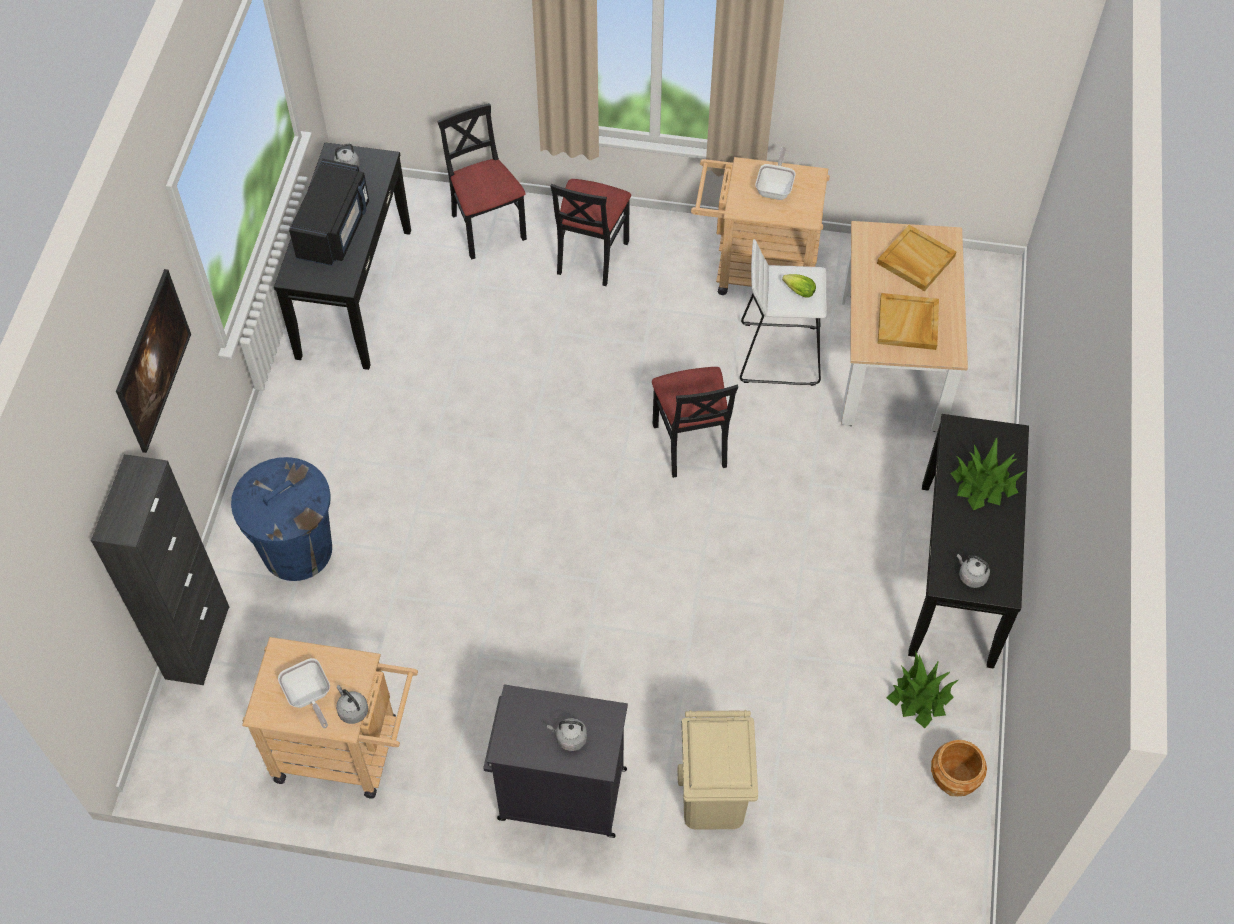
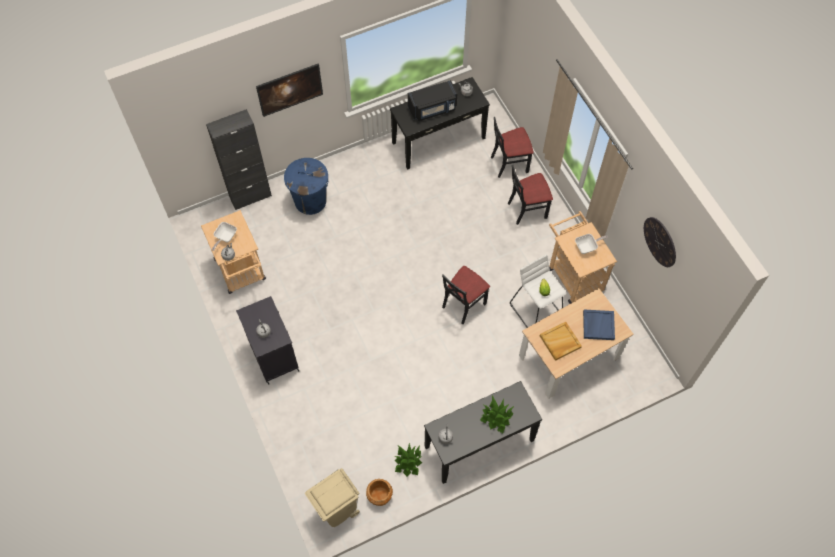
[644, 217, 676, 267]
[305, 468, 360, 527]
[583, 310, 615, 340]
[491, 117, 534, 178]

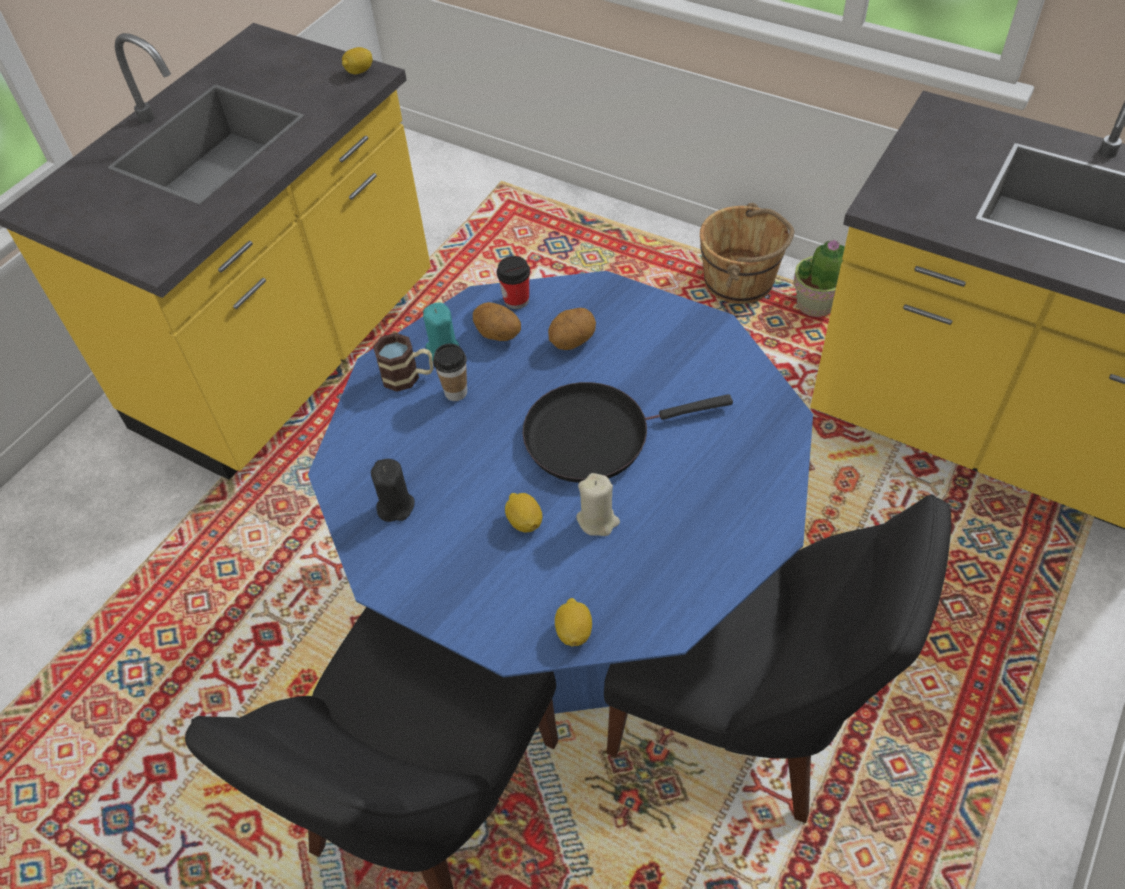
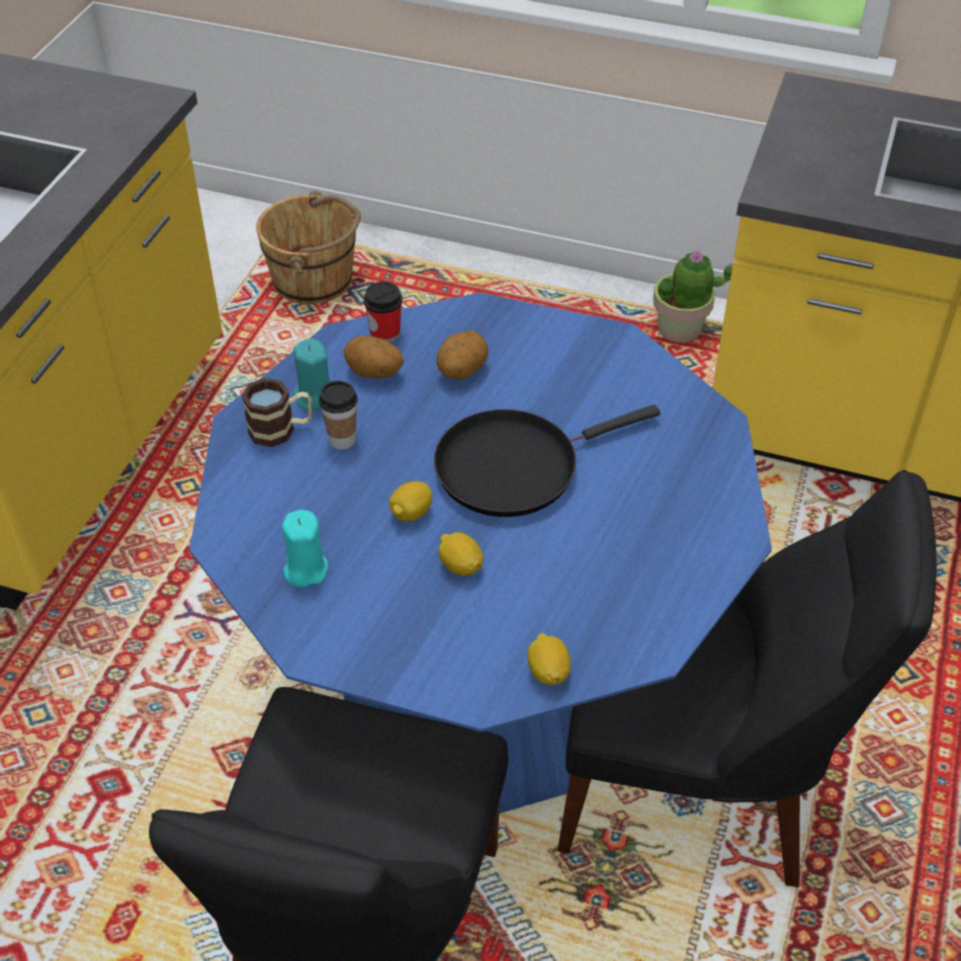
[576, 473, 620, 536] (first image)
[389, 481, 432, 522]
[256, 191, 361, 304]
[282, 510, 328, 587]

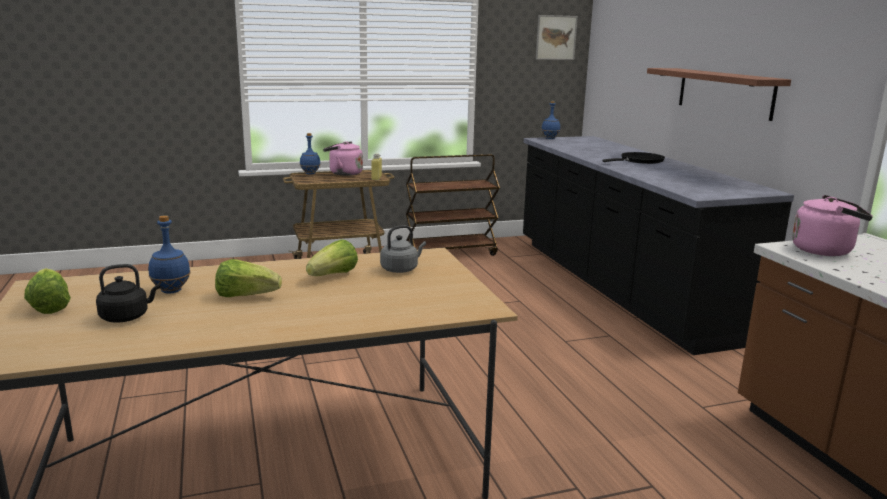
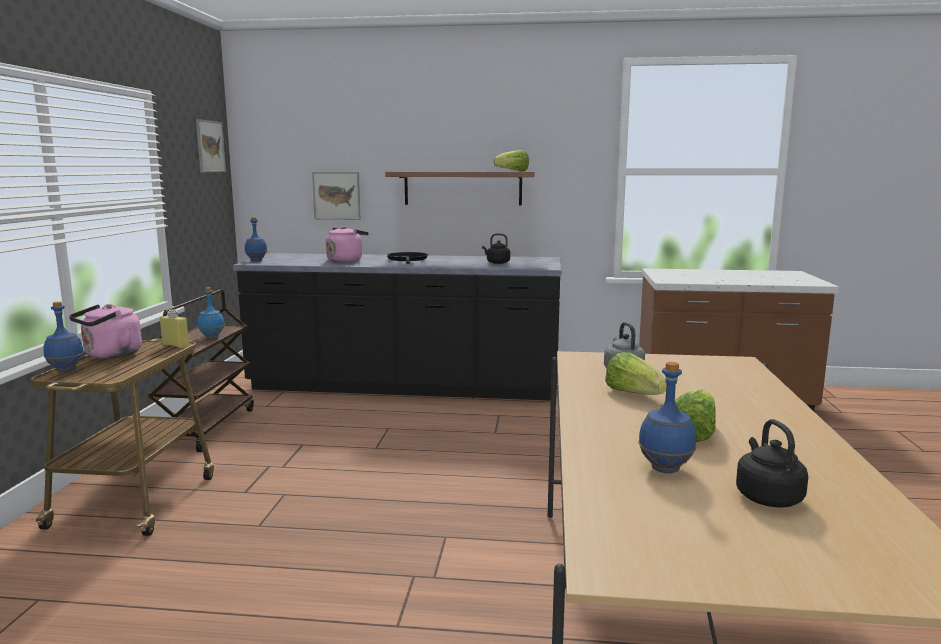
[197, 287, 225, 338]
[312, 172, 361, 220]
[482, 233, 510, 264]
[494, 150, 529, 171]
[326, 226, 369, 262]

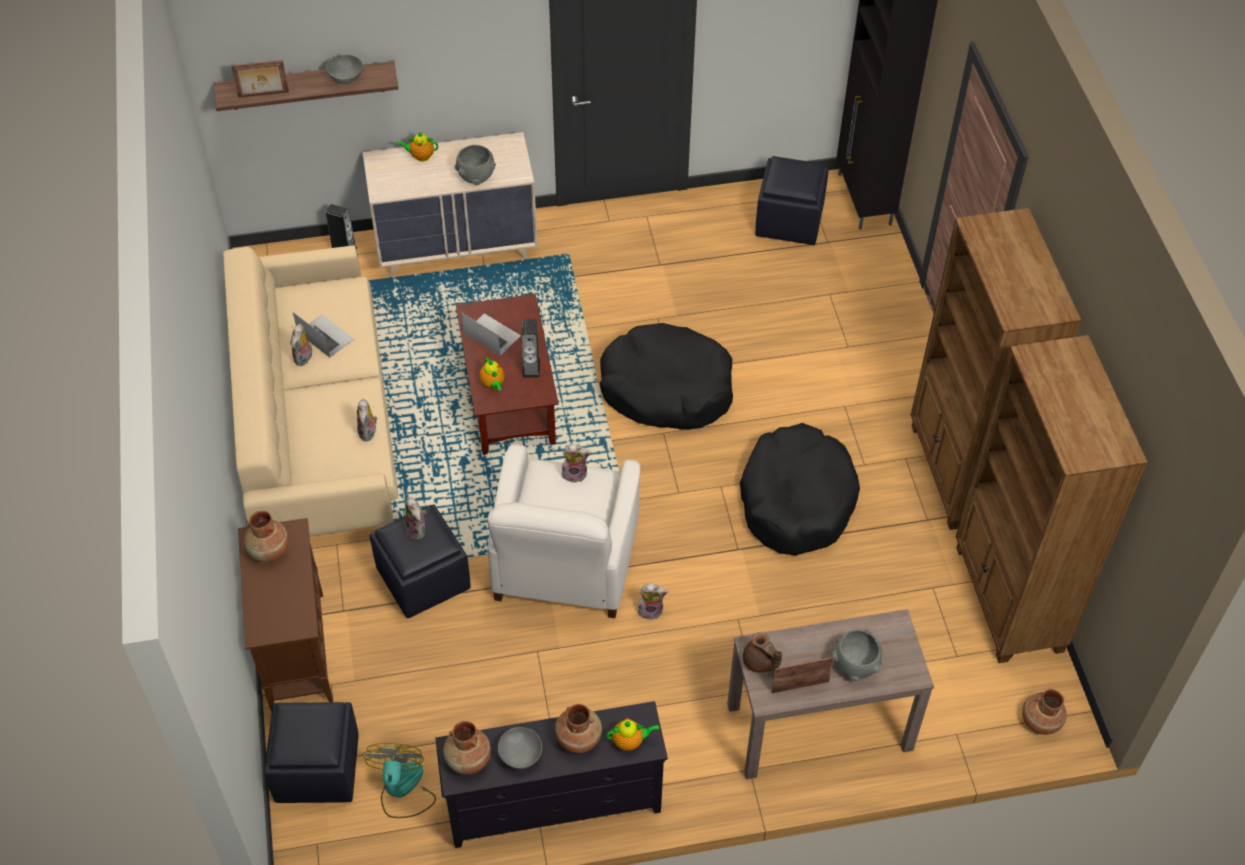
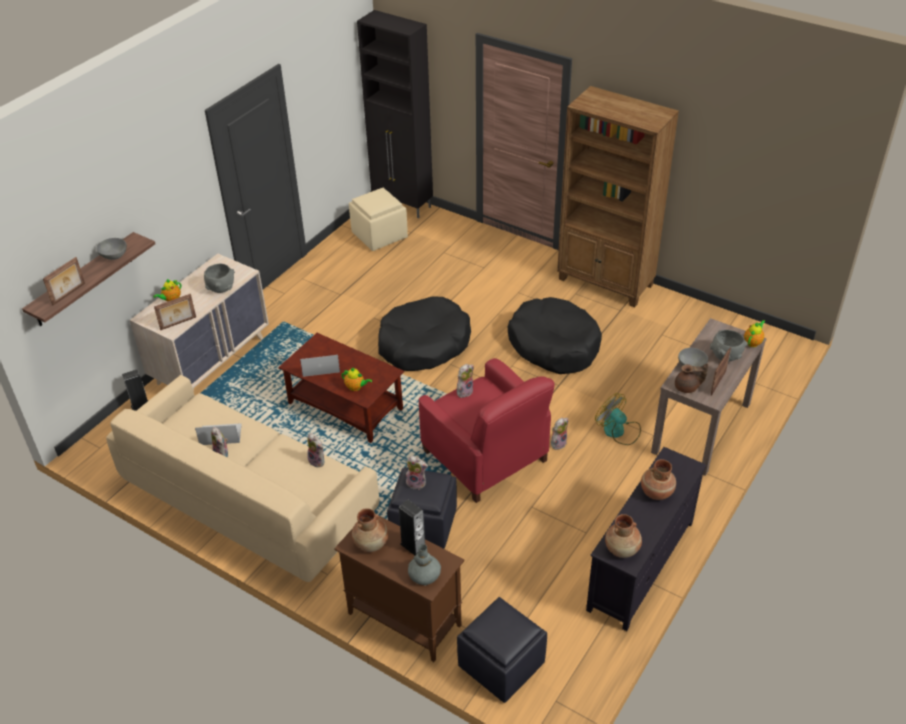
[956, 335, 1148, 663] (first image)
[1022, 689, 1067, 735] (first image)
[154, 294, 196, 330]
[408, 544, 441, 586]
[595, 393, 641, 445]
[678, 348, 708, 367]
[399, 500, 425, 555]
[744, 320, 765, 347]
[419, 358, 555, 503]
[349, 187, 408, 251]

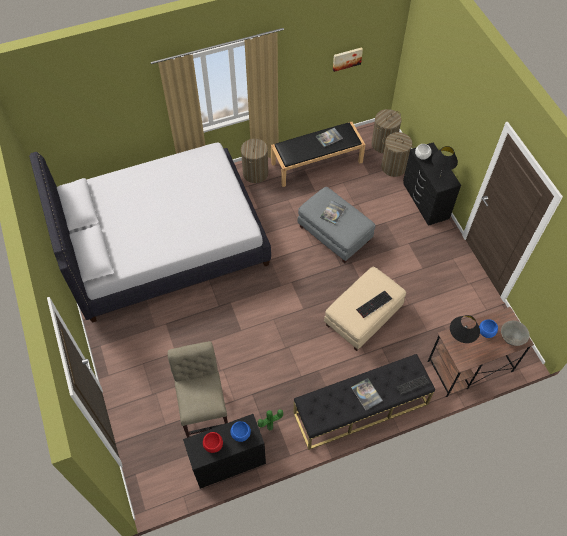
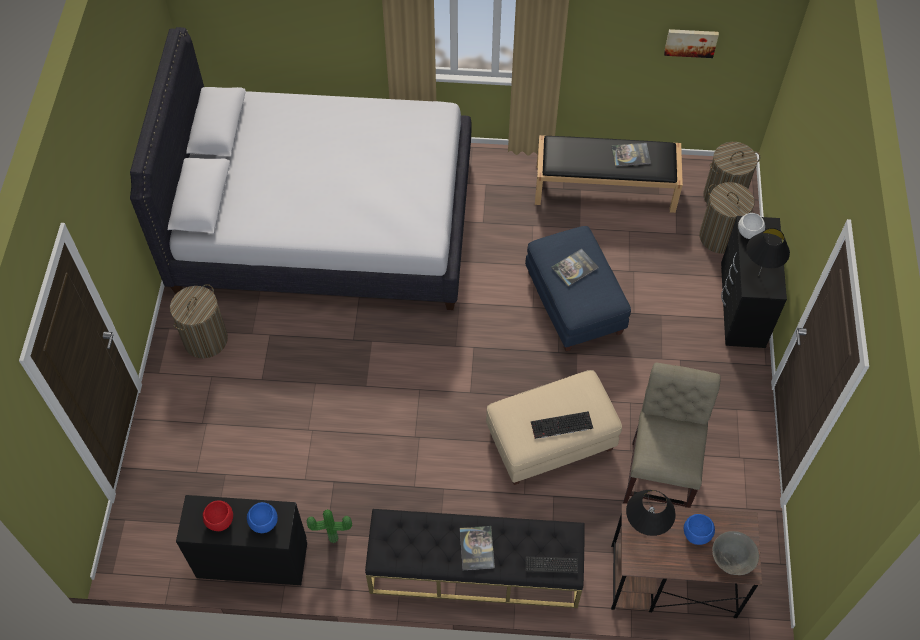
[623, 363, 720, 508]
[170, 284, 228, 358]
[525, 226, 631, 351]

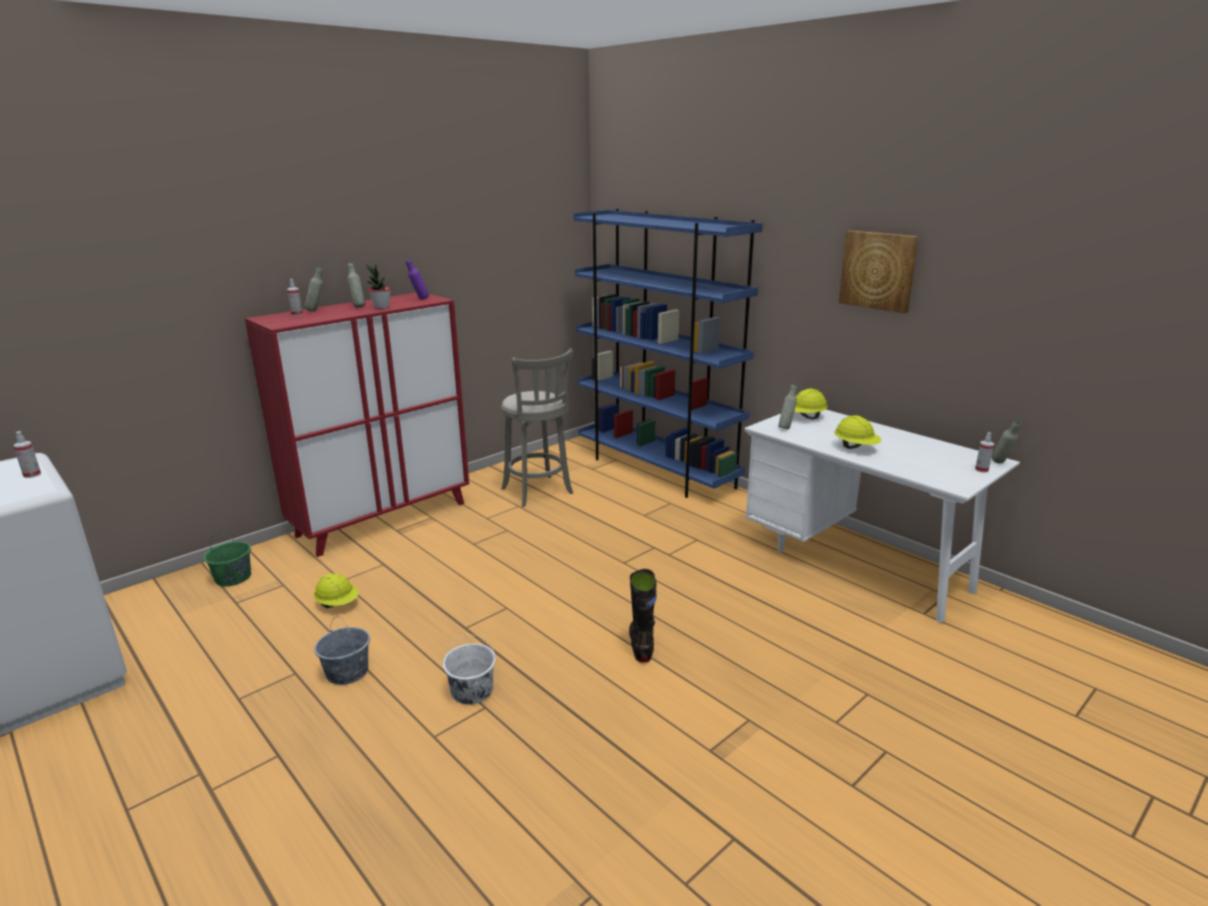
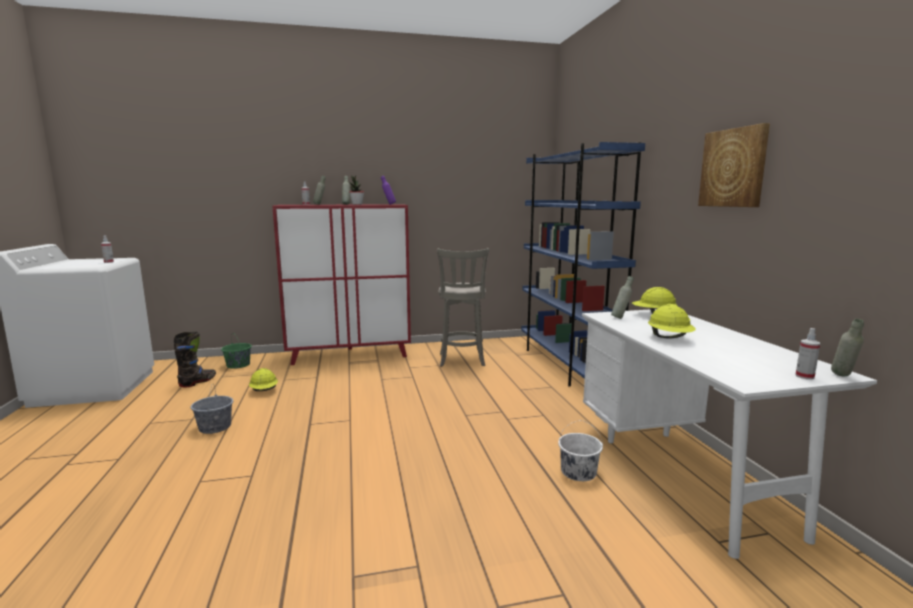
[558, 420, 603, 481]
[174, 332, 216, 388]

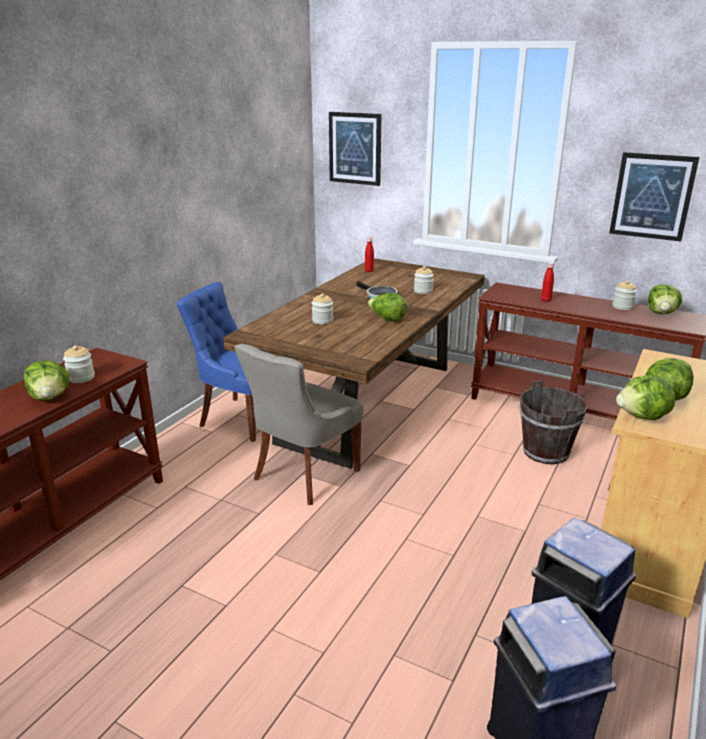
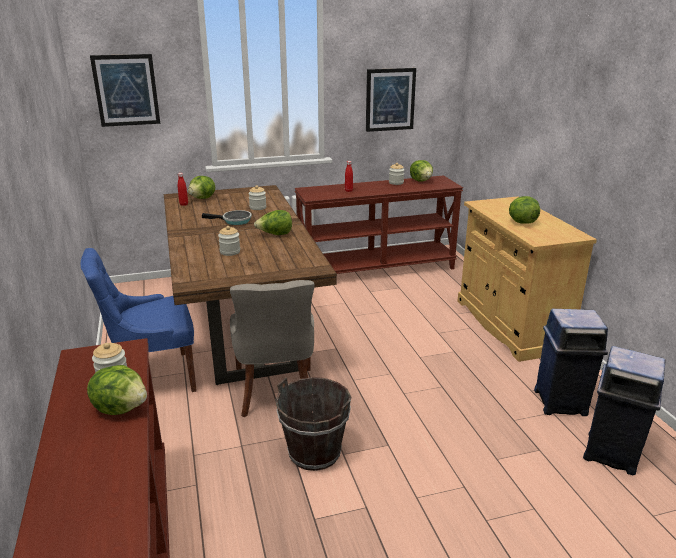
[275, 377, 351, 471]
[188, 176, 215, 199]

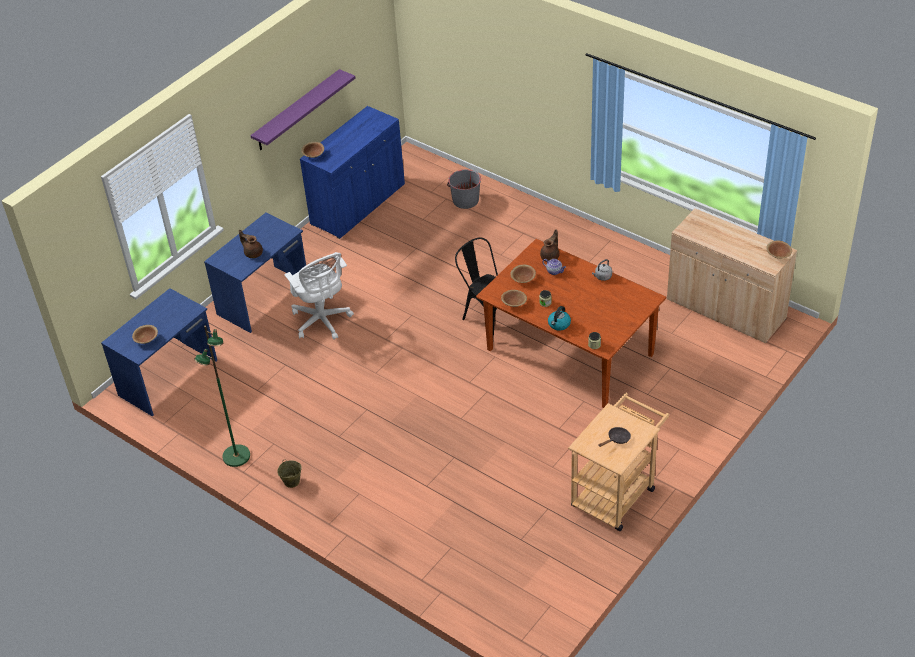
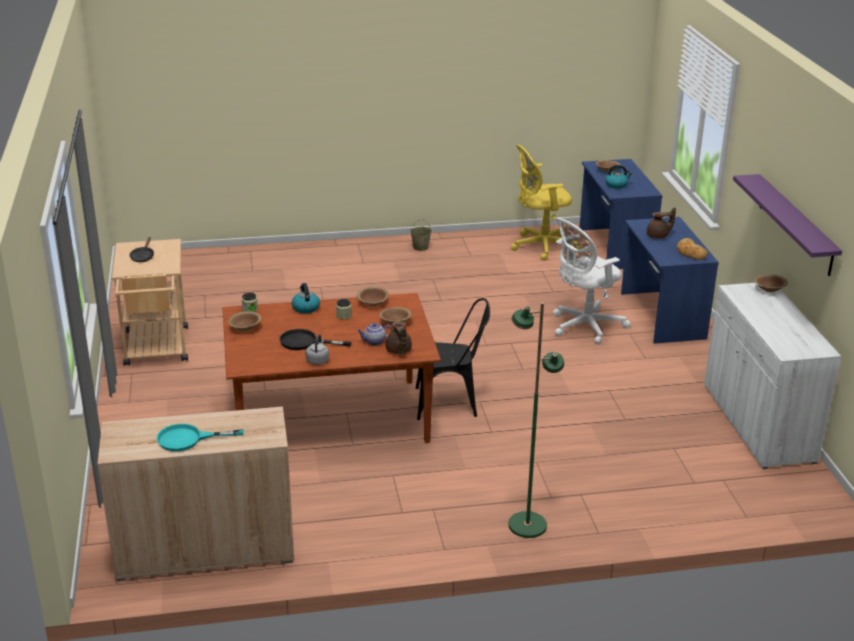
[447, 169, 481, 209] (first image)
[157, 424, 244, 452]
[279, 329, 351, 350]
[511, 145, 577, 261]
[605, 165, 632, 189]
[677, 238, 708, 260]
[508, 303, 564, 538]
[228, 311, 261, 331]
[704, 283, 841, 469]
[553, 218, 631, 344]

